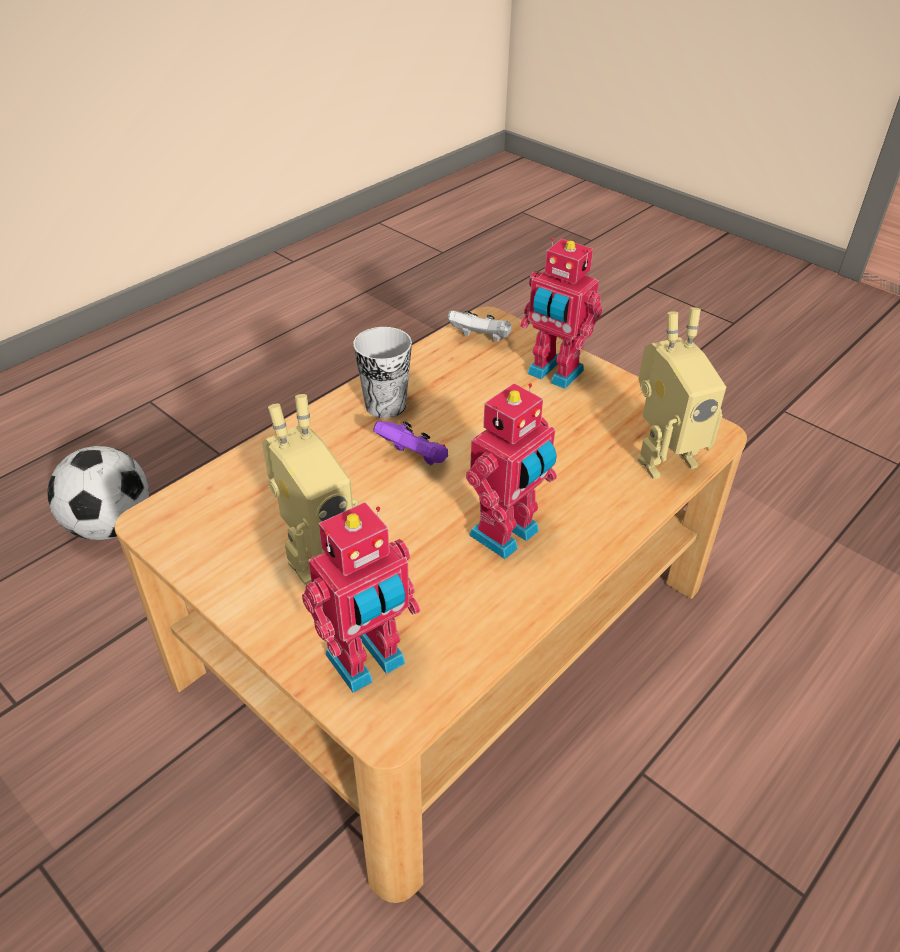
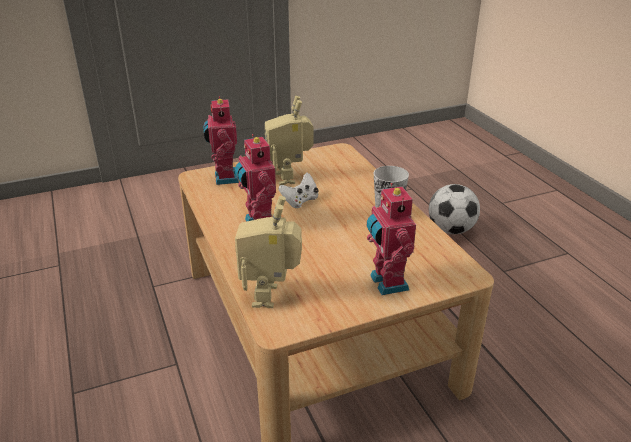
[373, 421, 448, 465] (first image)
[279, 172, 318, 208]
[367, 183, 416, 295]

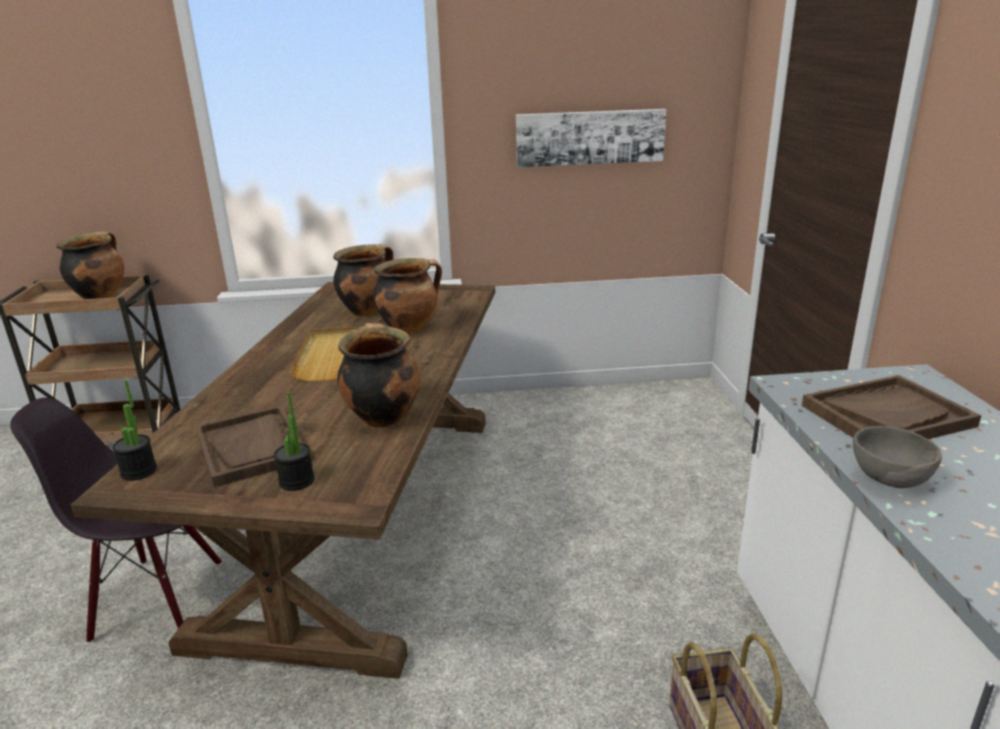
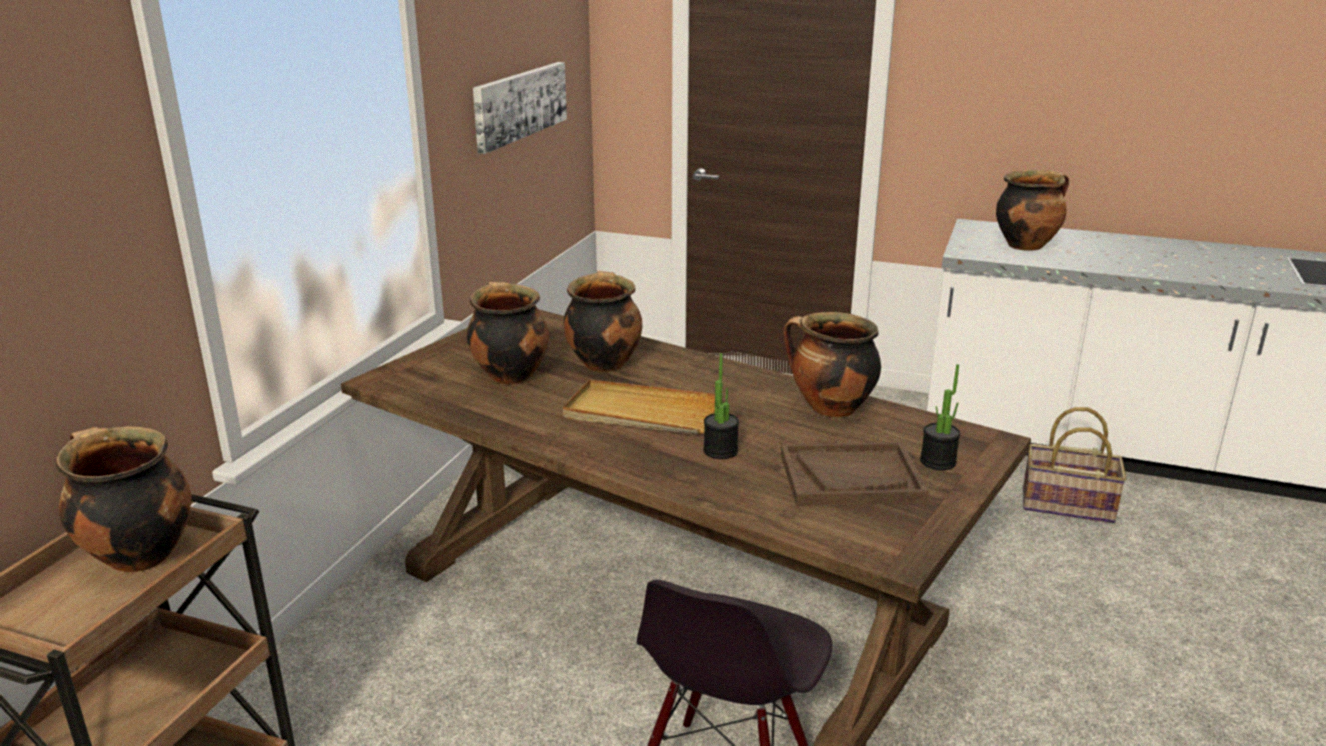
[853, 426, 942, 488] (first image)
[703, 353, 739, 459]
[996, 170, 1069, 251]

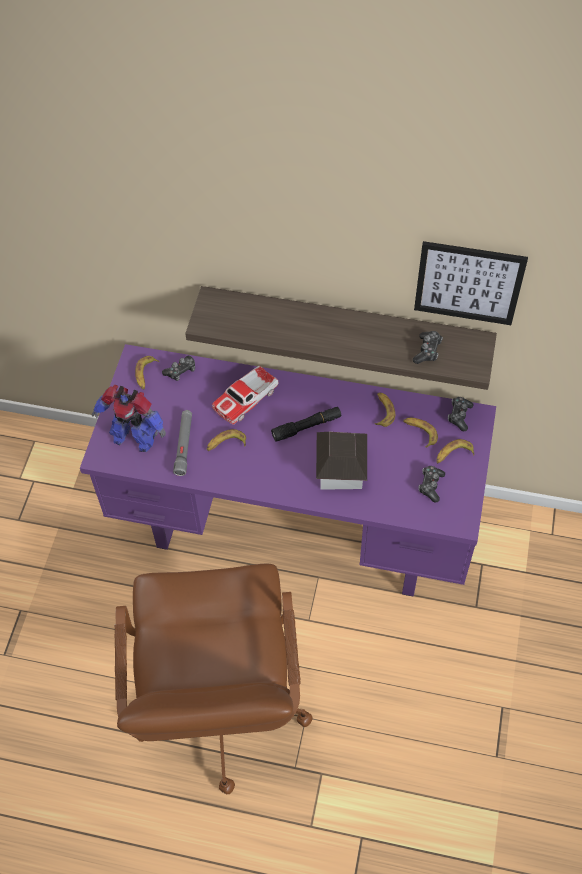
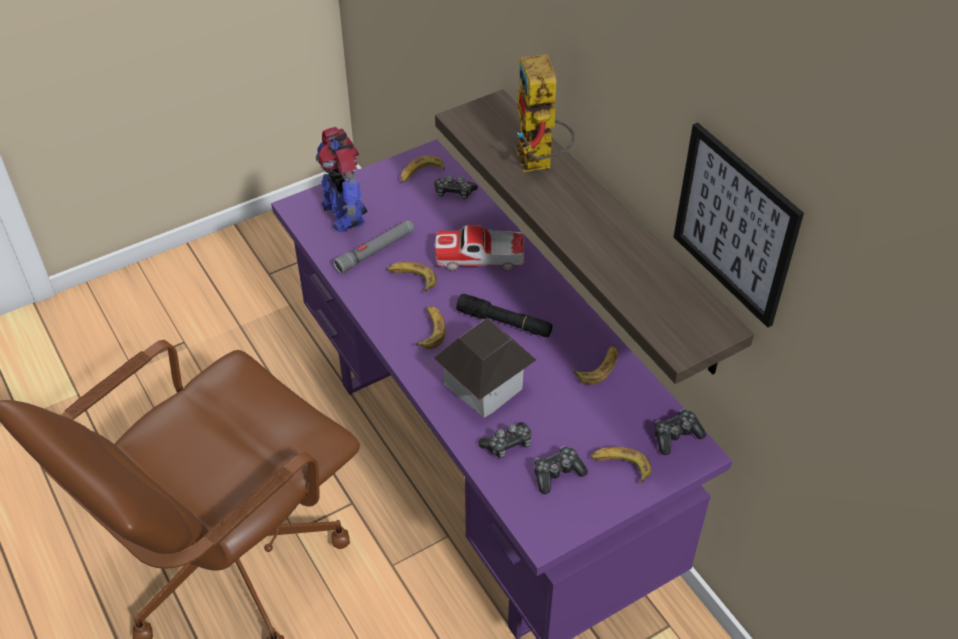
[515, 54, 575, 172]
[415, 306, 446, 349]
[478, 422, 531, 459]

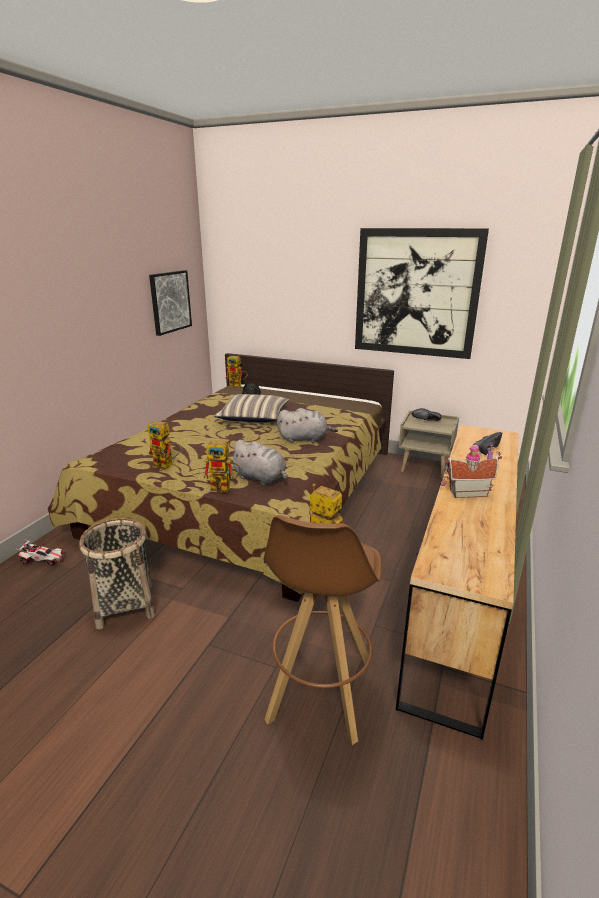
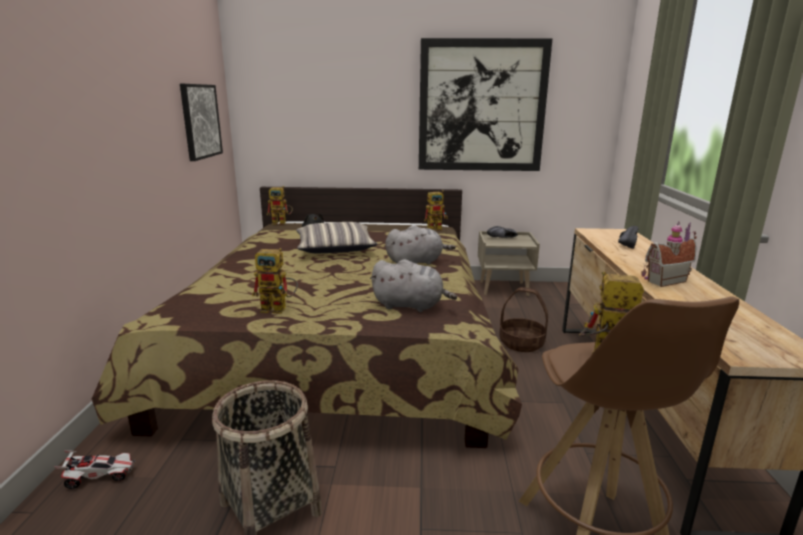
[499, 287, 548, 352]
[424, 190, 448, 231]

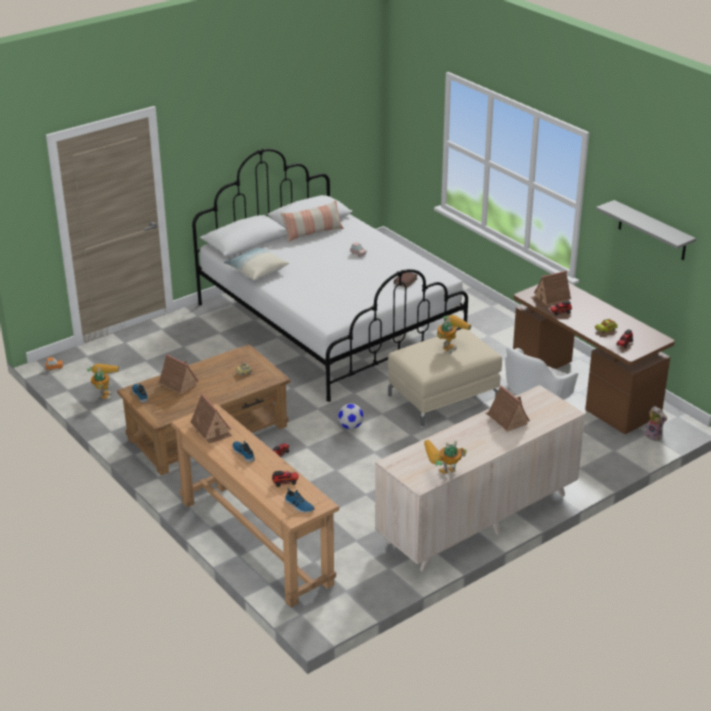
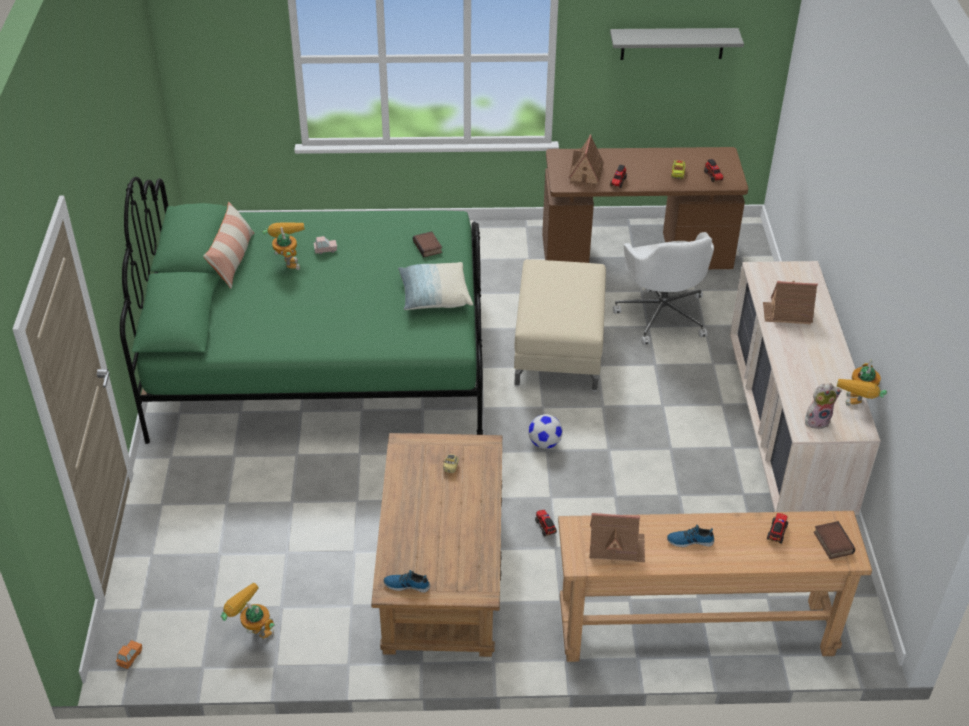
[157, 354, 198, 394] (first image)
[398, 262, 473, 310]
[262, 223, 305, 270]
[805, 383, 842, 429]
[814, 521, 855, 559]
[120, 177, 483, 444]

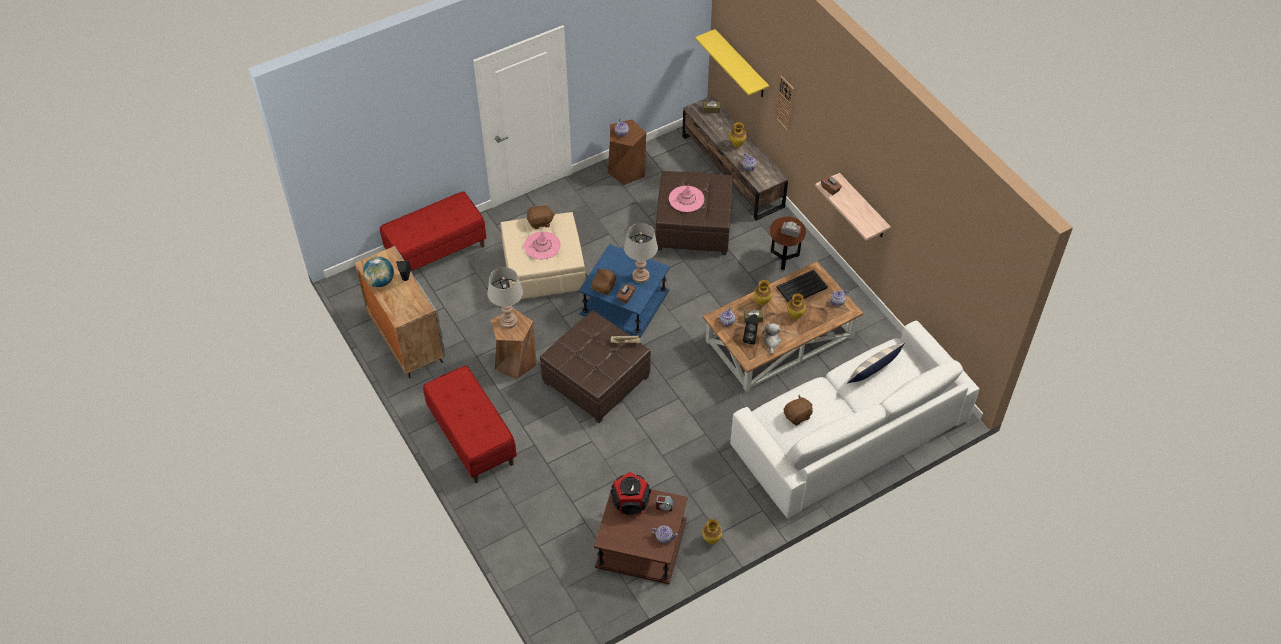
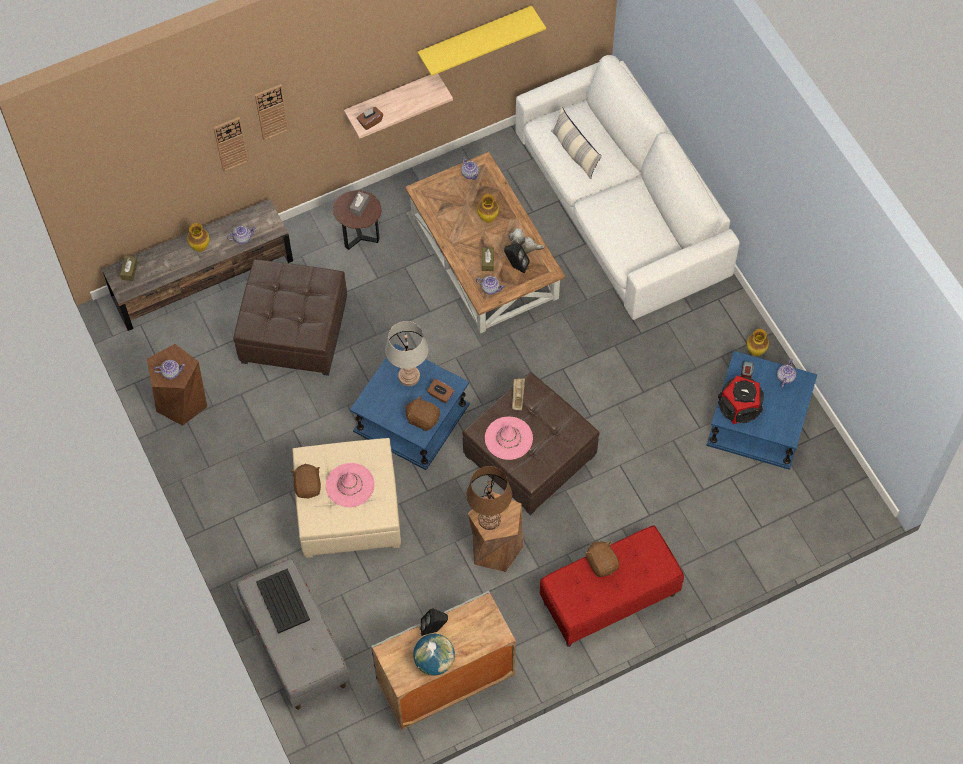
[754, 280, 772, 306] (first image)
[255, 84, 289, 141]
[485, 417, 533, 460]
[418, 5, 546, 76]
[256, 568, 310, 634]
[585, 541, 619, 577]
[237, 558, 350, 710]
[466, 466, 512, 530]
[706, 351, 817, 470]

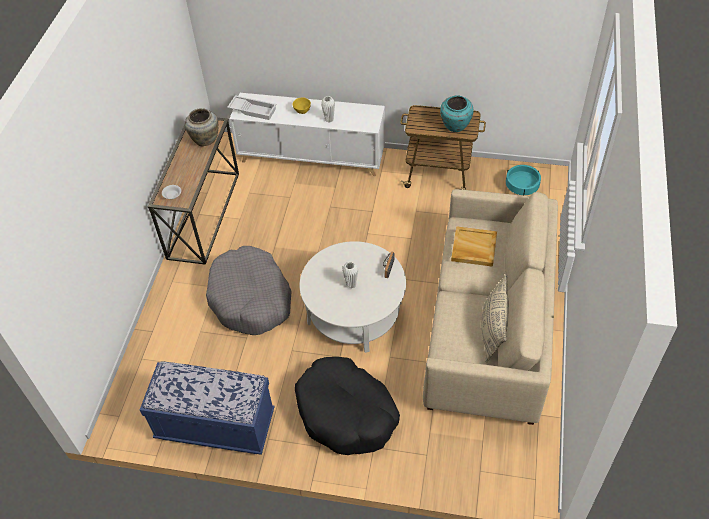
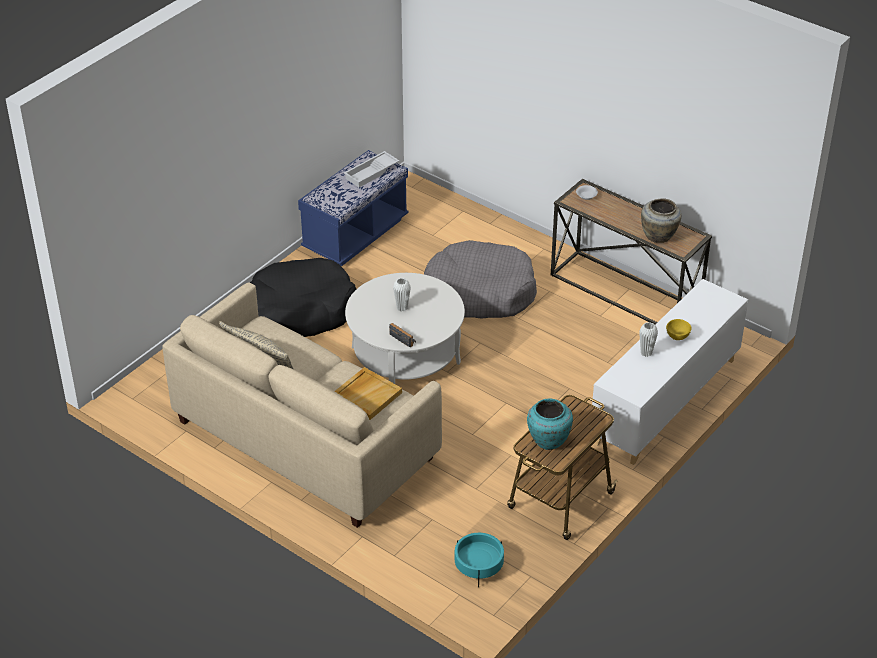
[344, 151, 399, 187]

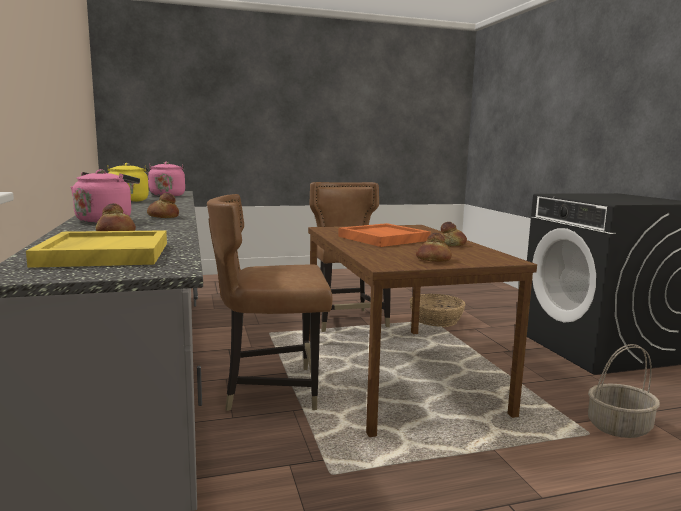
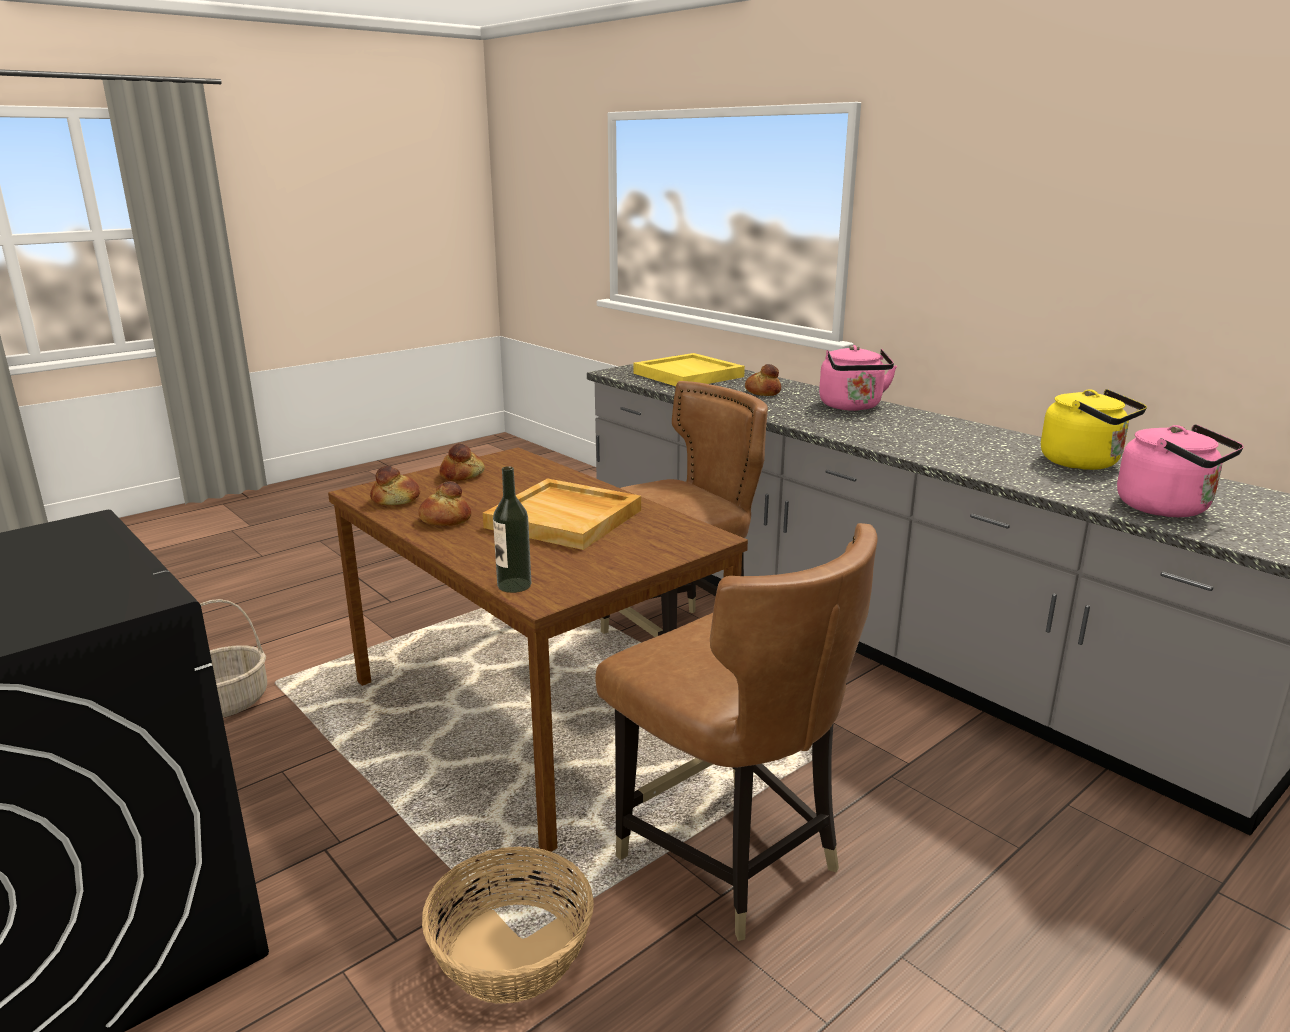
[493, 466, 531, 593]
[370, 466, 420, 505]
[483, 478, 641, 550]

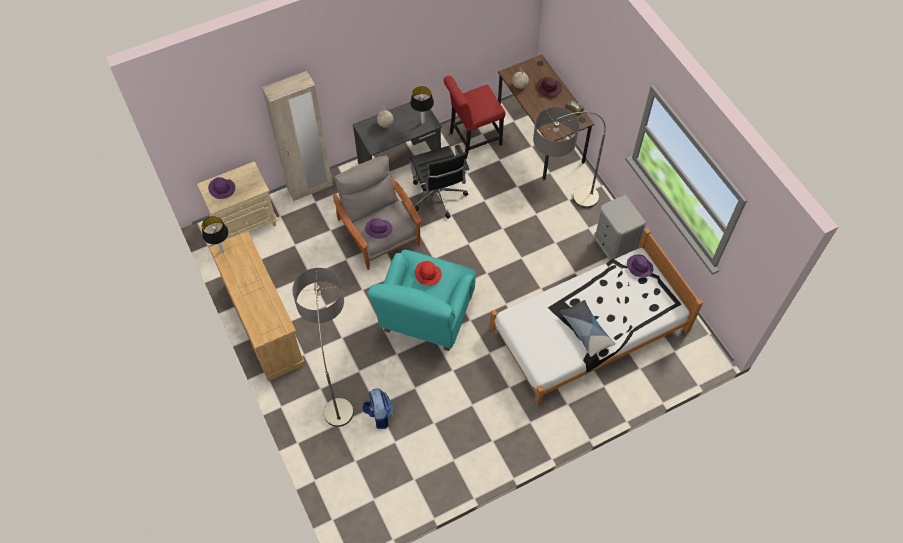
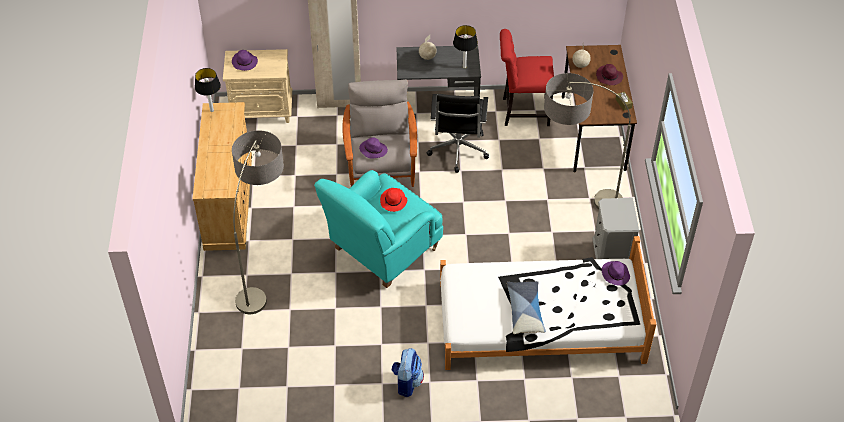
[392, 348, 424, 397]

